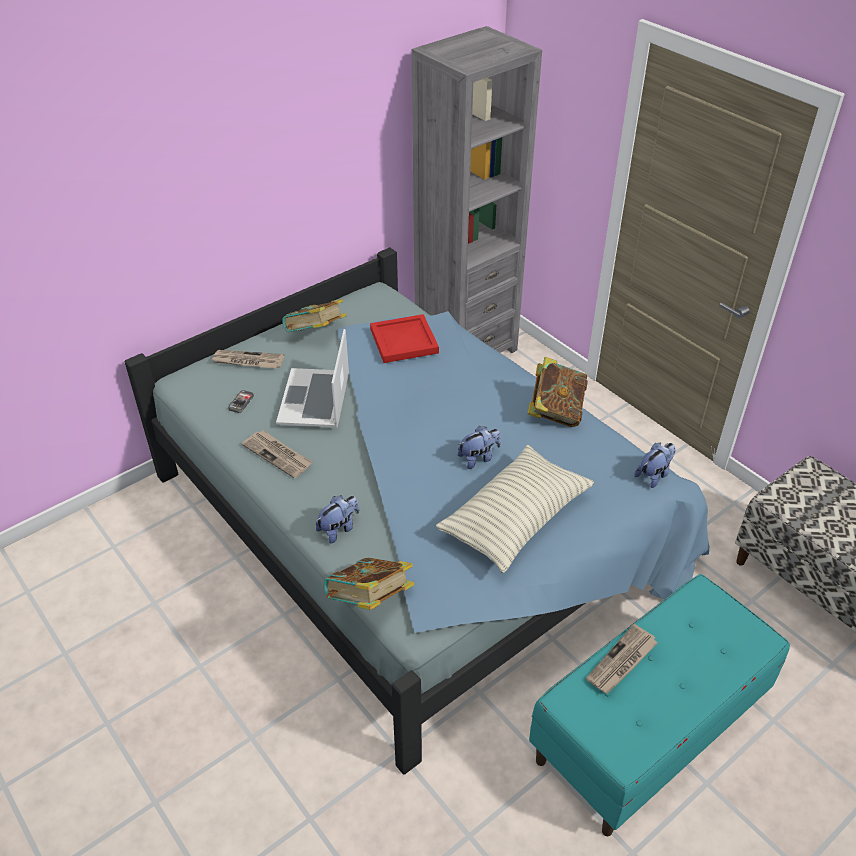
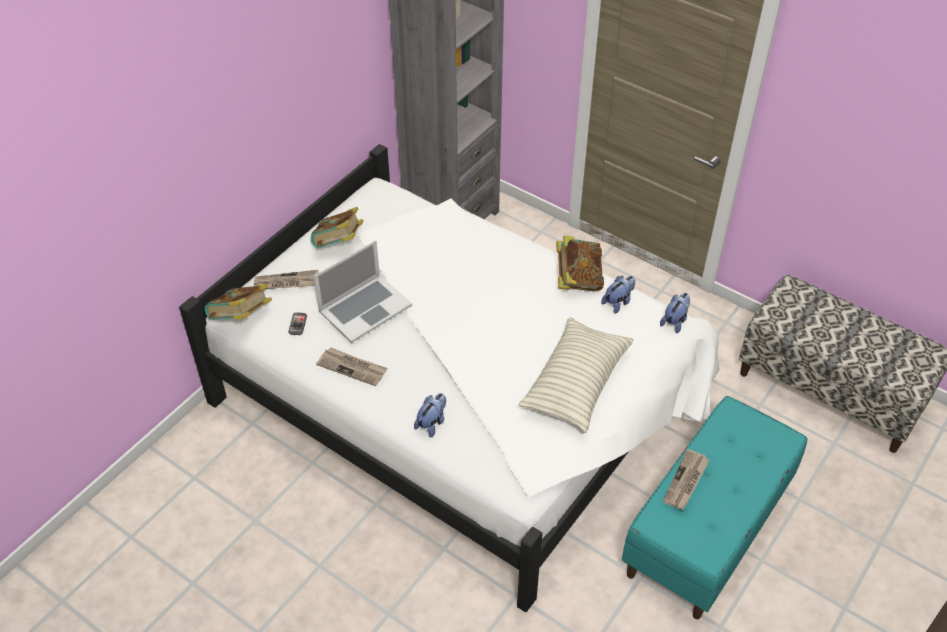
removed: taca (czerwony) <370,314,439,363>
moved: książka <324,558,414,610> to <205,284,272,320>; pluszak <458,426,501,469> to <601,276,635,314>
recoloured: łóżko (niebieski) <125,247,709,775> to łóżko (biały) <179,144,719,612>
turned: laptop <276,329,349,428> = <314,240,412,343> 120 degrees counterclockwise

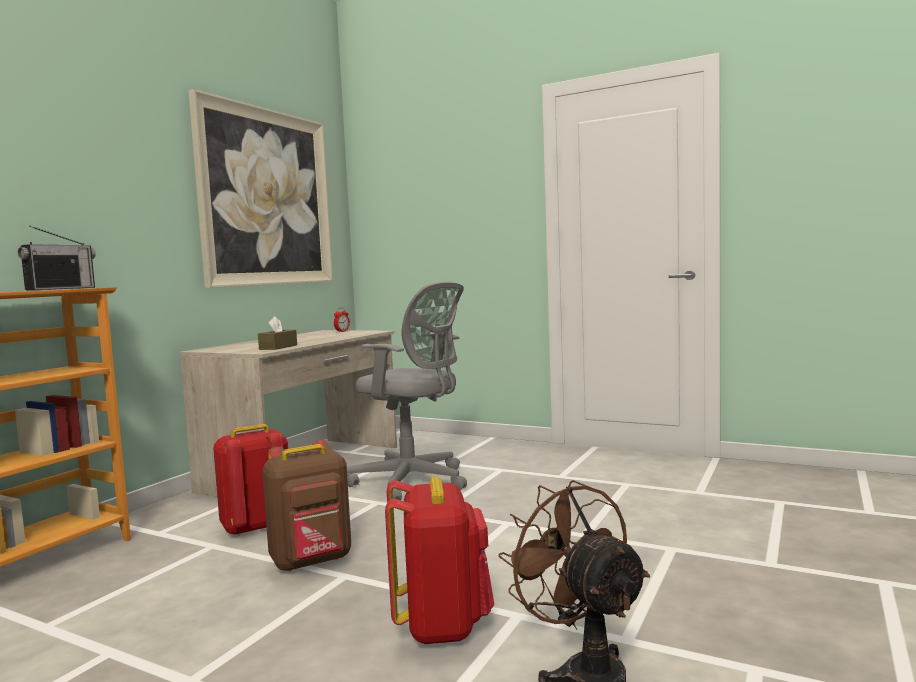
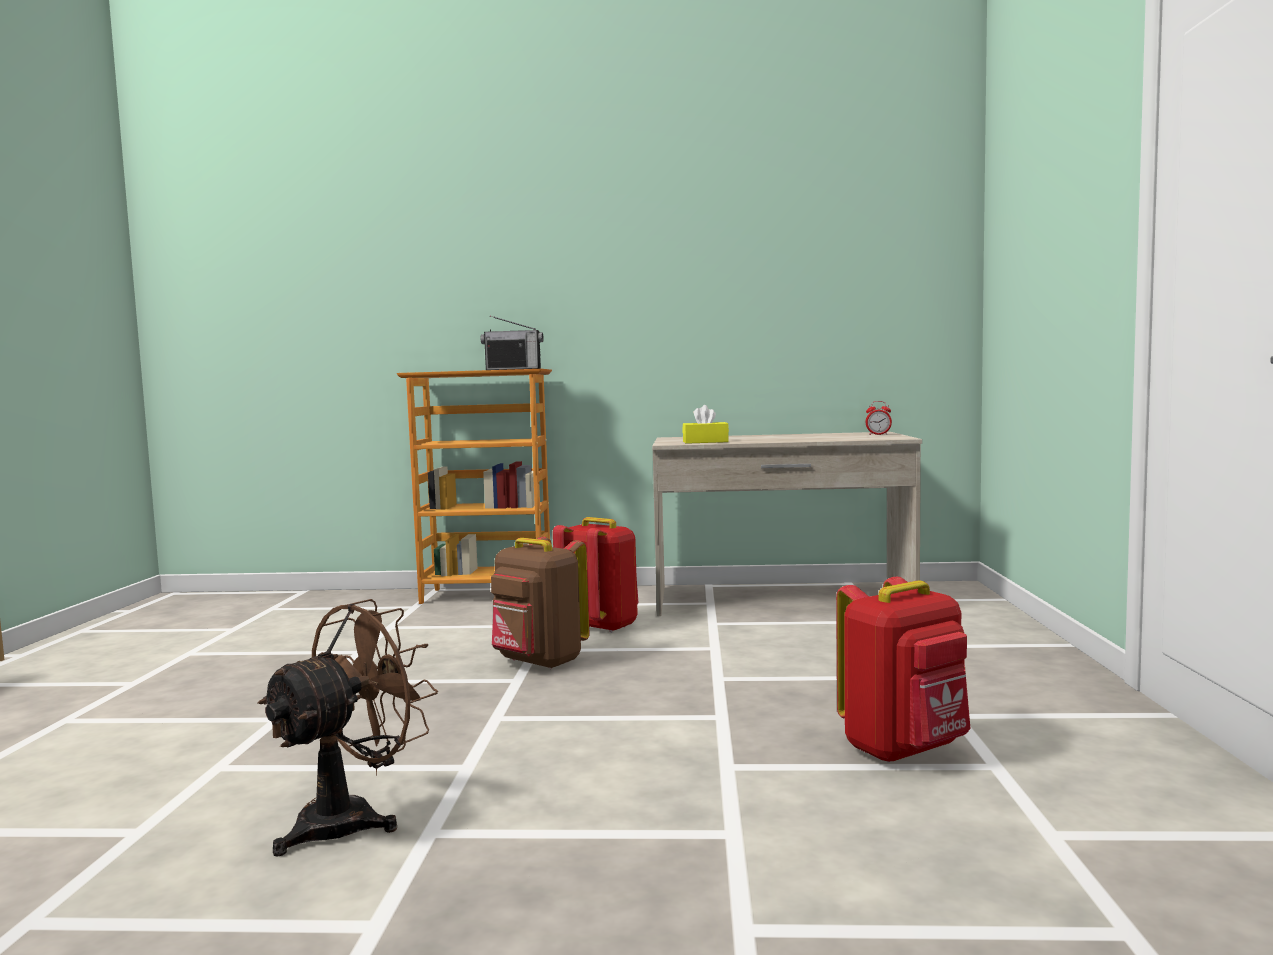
removed: obraz <188,89,333,288>; krzesło biurowe (szary) <347,282,467,500>
moved: plecak (czerwony) <385,477,494,644> to <836,577,971,763>
recoloured: pudełko chusteczek (brązowy) <258,316,297,350> to pudełko chusteczek (żółty) <683,405,729,444>

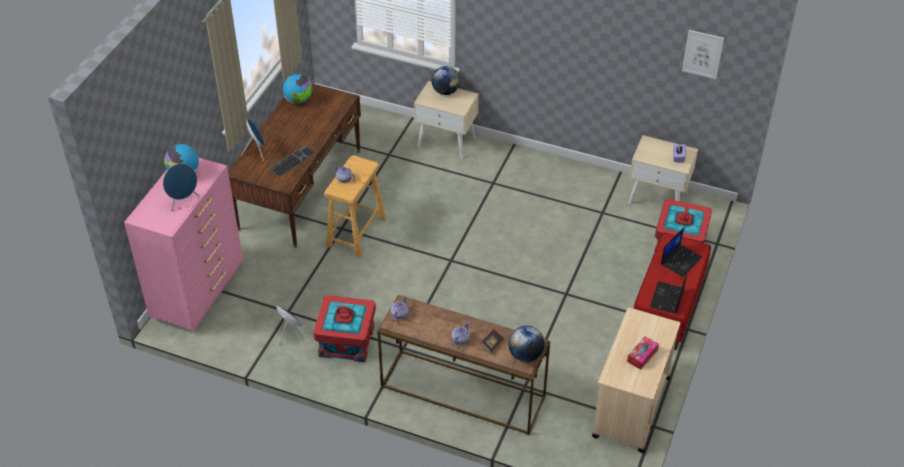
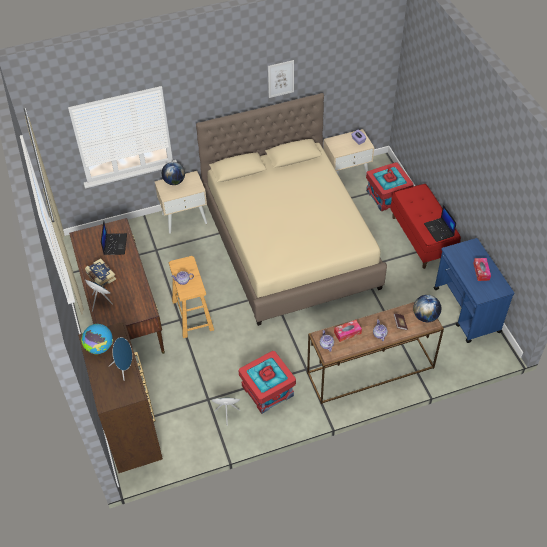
removed: klawiatura <269,145,315,177>; globus <283,74,312,104>
added: książka <85,258,116,287>; łóżko (beżowy) <196,93,387,326>; pudełko chusteczek <334,320,362,342>
moved: laptop <661,227,702,277> to <101,221,127,255>; obraz <682,30,724,79> to <268,60,294,98>
recoloured: komoda (różowy) <124,157,243,331> to komoda (brązowy) <78,322,163,473>; wózek (beżowy) <592,307,680,453> to wózek (niebieski) <434,238,514,343>

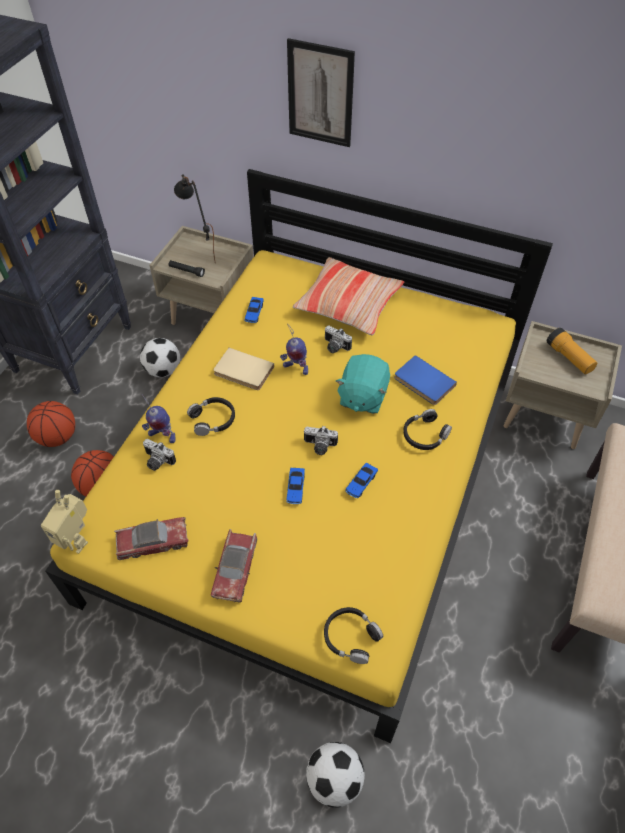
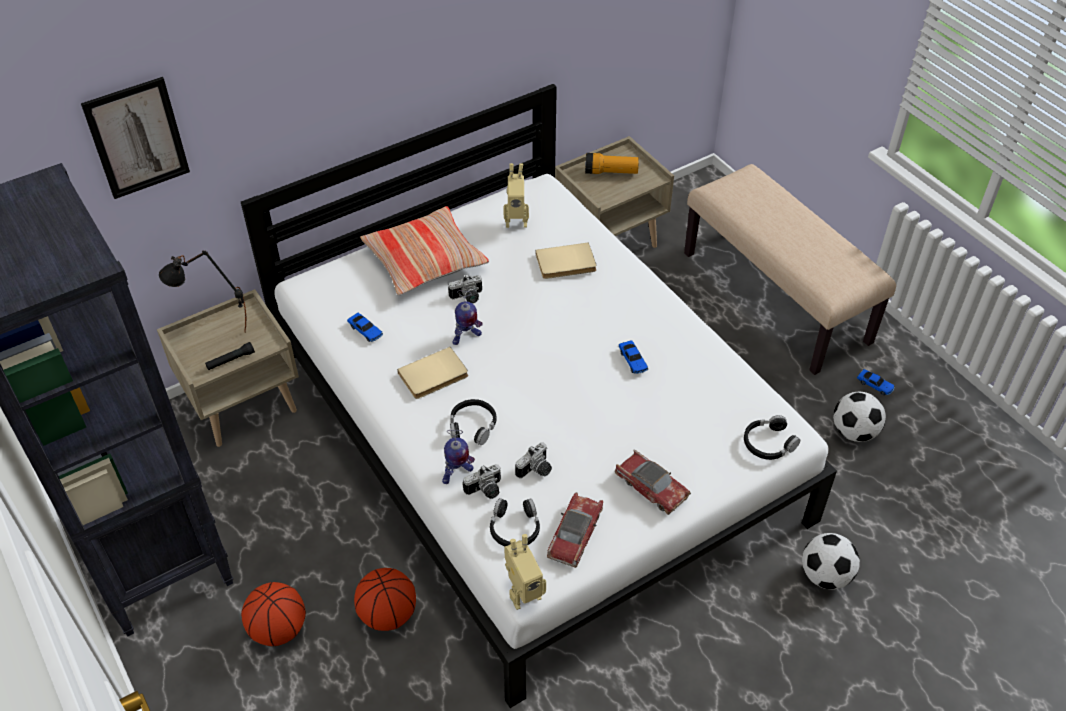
removed: pluszak (turkusowy) <336,354,390,414>
added: robot zabawkowy <503,163,529,228>
moved: piłka futbolowa <140,338,180,377> to <833,392,886,442>; samochodzik <286,468,305,504> to <857,369,894,395>; obraz <287,38,355,147> to <81,77,190,199>; aparat fotograficzny <304,426,338,455> to <515,442,552,478>; słuchawki (czarny) <403,409,452,450> to <490,498,540,546>
recoloured: łóżko (żółty) <45,169,553,743> to łóżko (biały) <241,84,837,708>; książka (niebieski) <394,355,457,405> to książka (beżowy) <535,242,597,279>

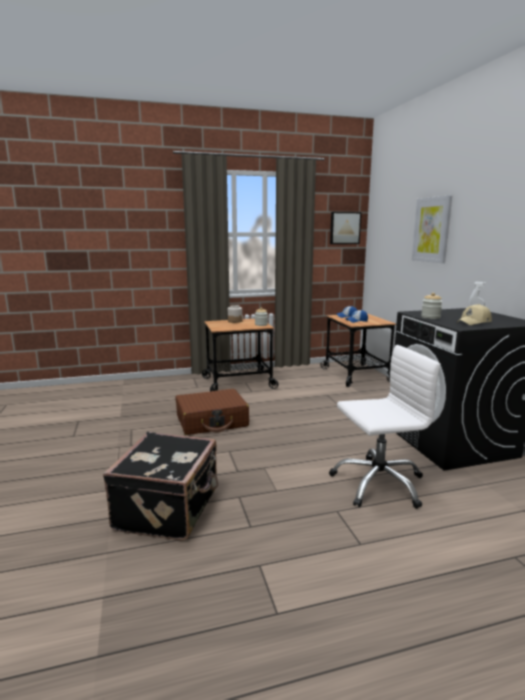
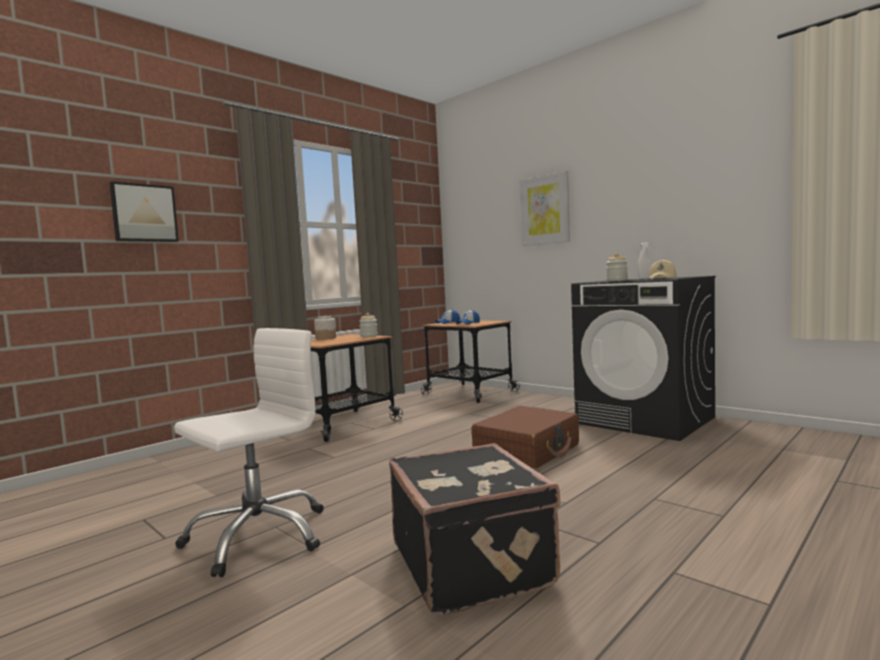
moved: walizka (brązowy) <176,389,249,435> to <471,406,579,469>; krzesło biurowe (biały) <329,345,441,509> to <174,328,324,577>; obraz <330,212,361,244> to <110,181,179,242>

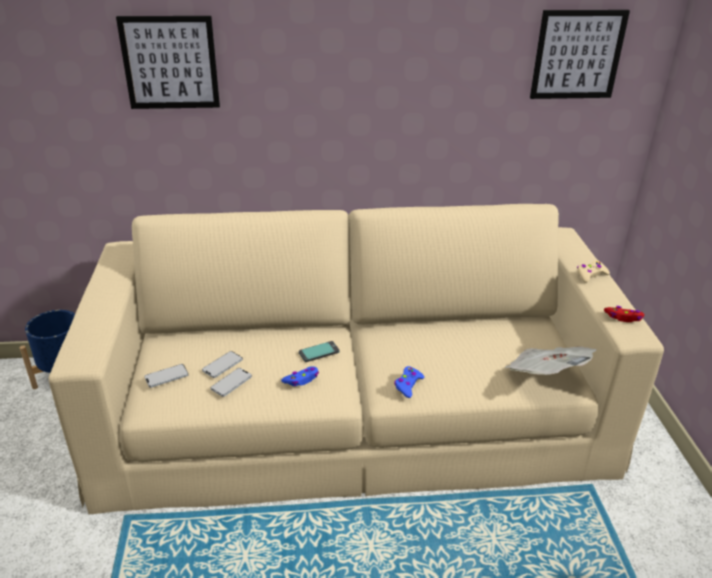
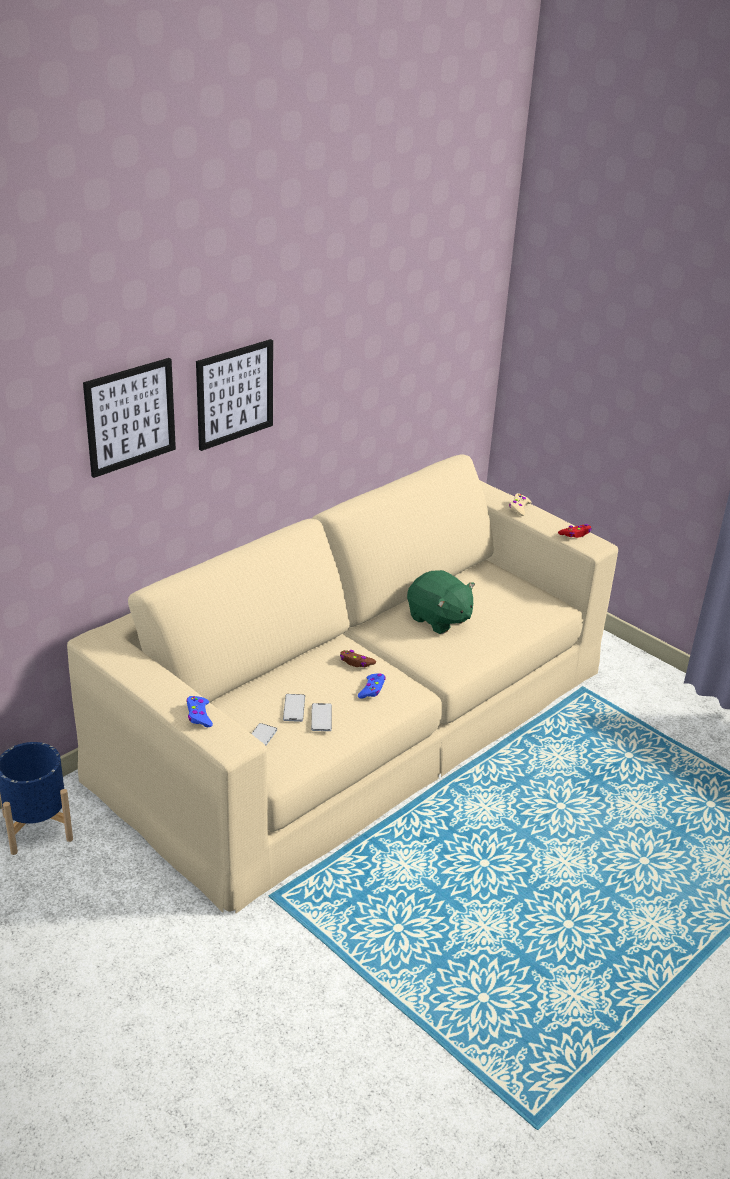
removed: gazeta <504,346,597,375>
added: pluszak (zielony) <407,570,475,634>
moved: pad do gier (niebieski) <394,366,424,398> to <187,696,213,727>; obraz <530,10,630,99> to <196,339,273,451>
replaced: telefon <299,341,340,362> to pad do gier (brązowy) <340,650,376,667>

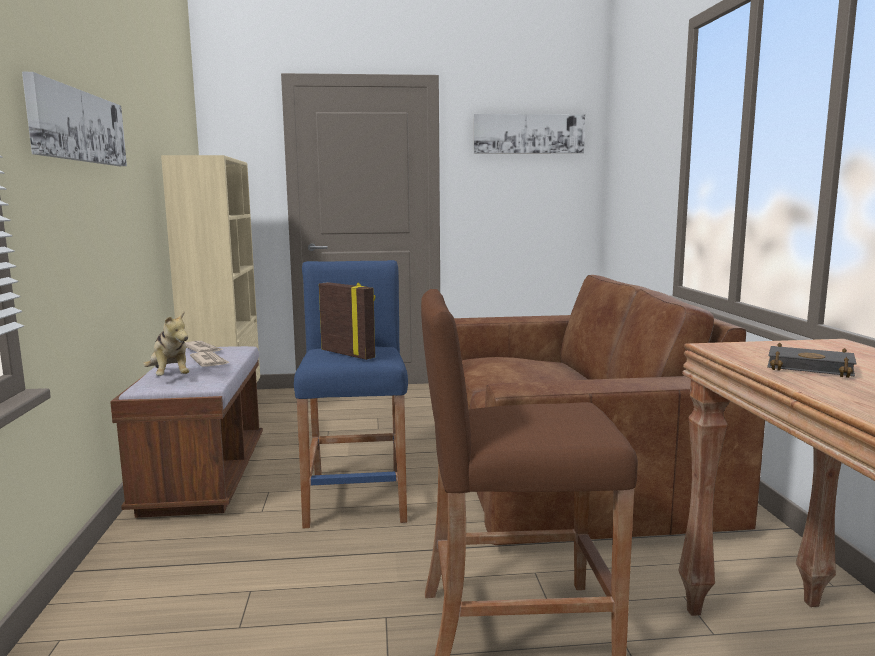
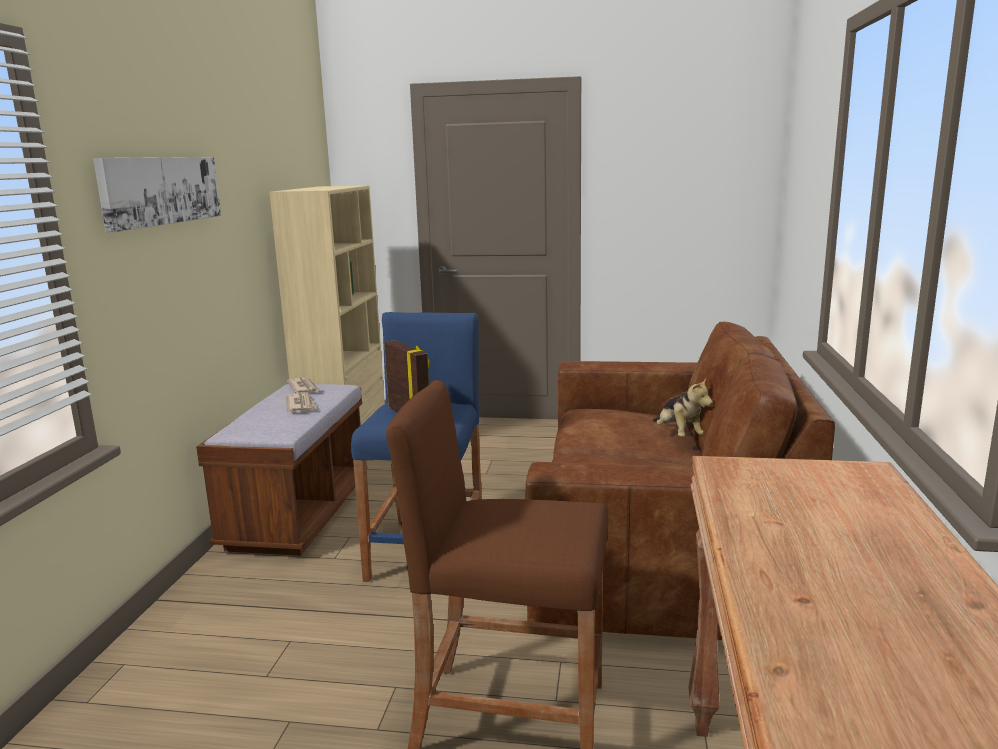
removed: obraz <474,114,585,153>; książka (czarny) <767,343,857,378>
moved: pluszak <143,312,189,376> to <653,378,713,437>

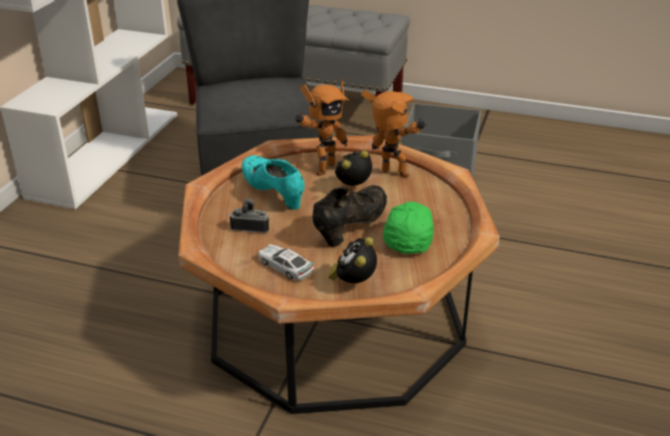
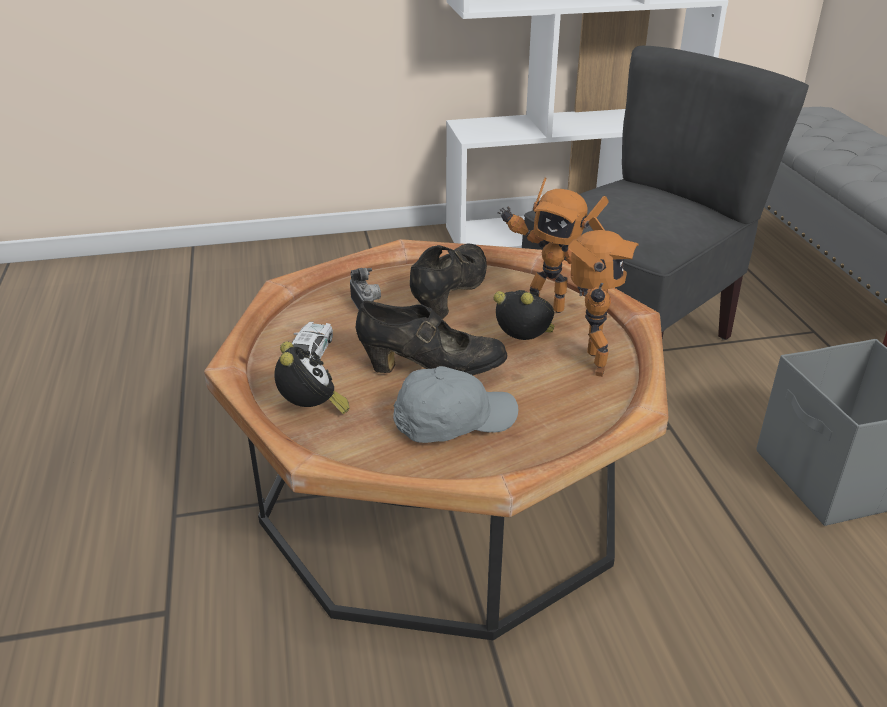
recoloured: but (turkusowy) <242,155,305,210> to but (czarny) <410,243,487,319>; czapka z daszkiem (zielony) <383,201,434,254> to czapka z daszkiem (szary) <393,366,518,443>
turned: budzik <328,237,377,283> = <274,341,350,414> 90 degrees clockwise

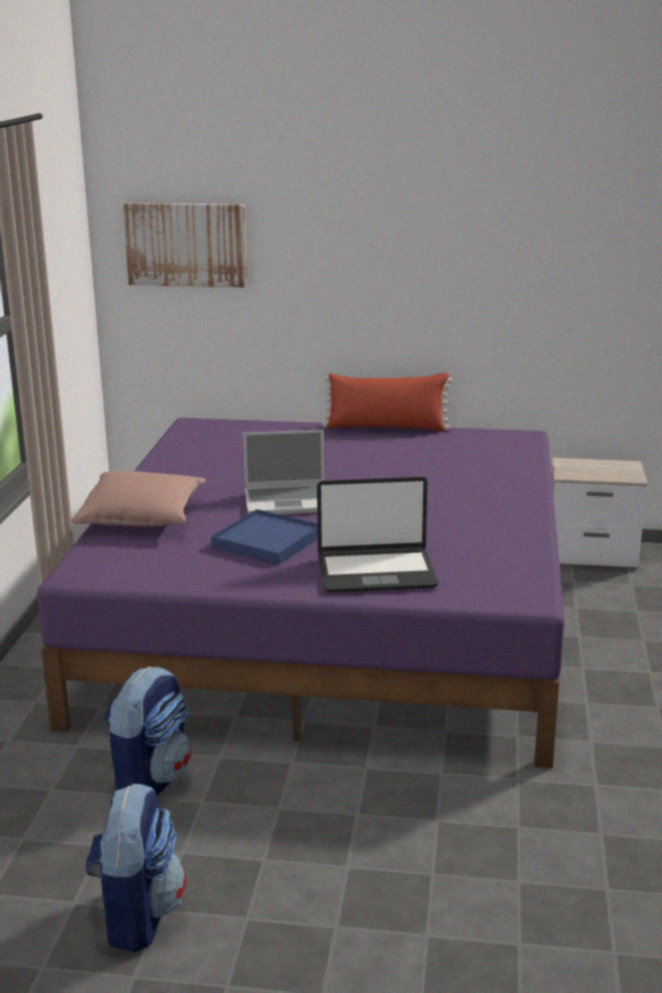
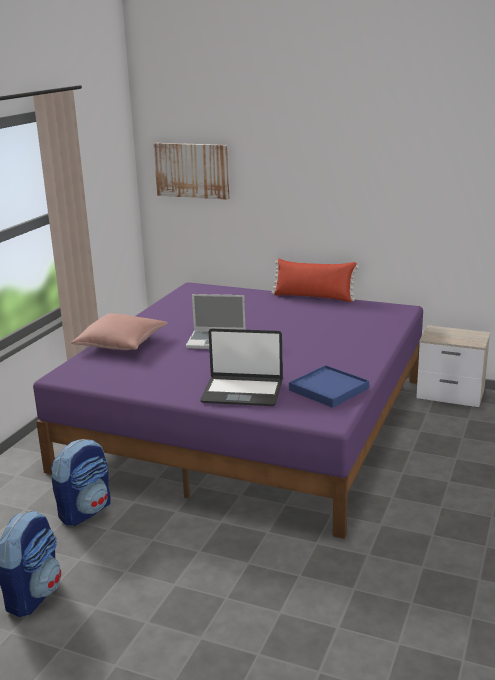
moved: taca (niebieski) <211,509,318,565> to <289,365,369,408>

